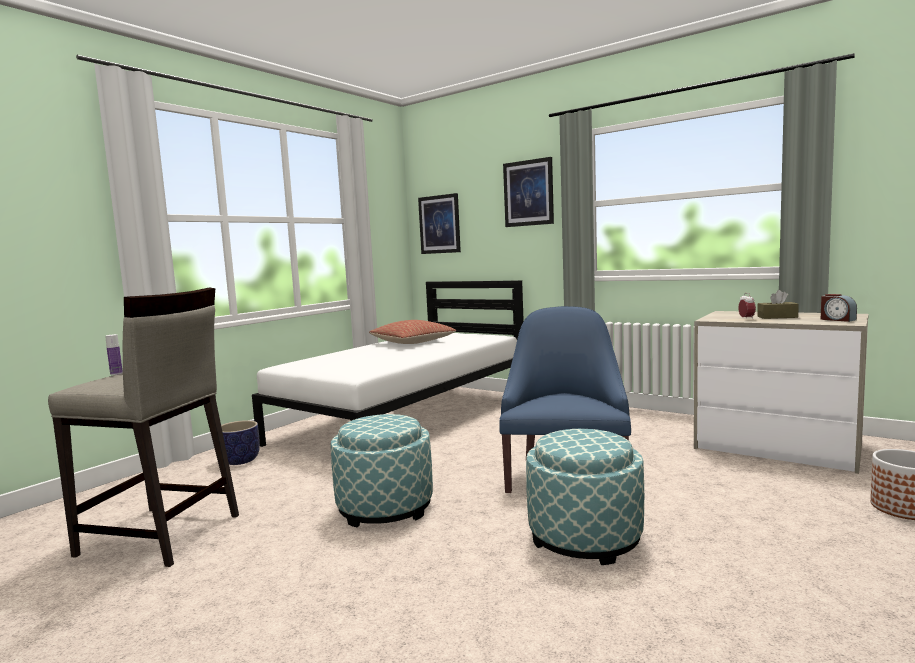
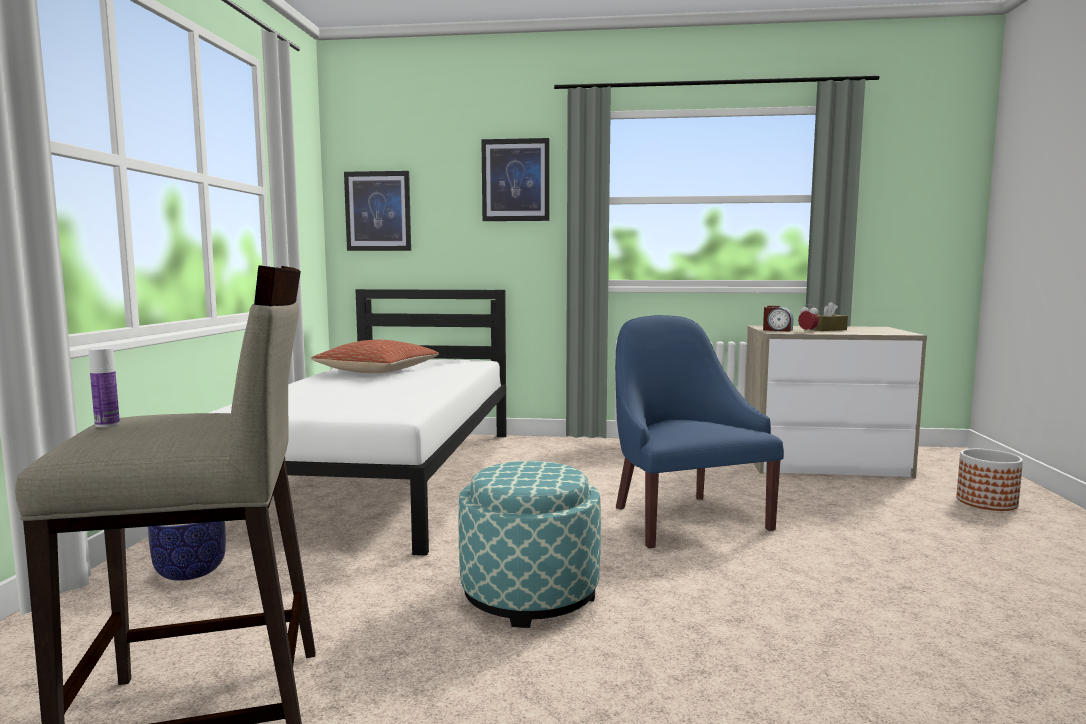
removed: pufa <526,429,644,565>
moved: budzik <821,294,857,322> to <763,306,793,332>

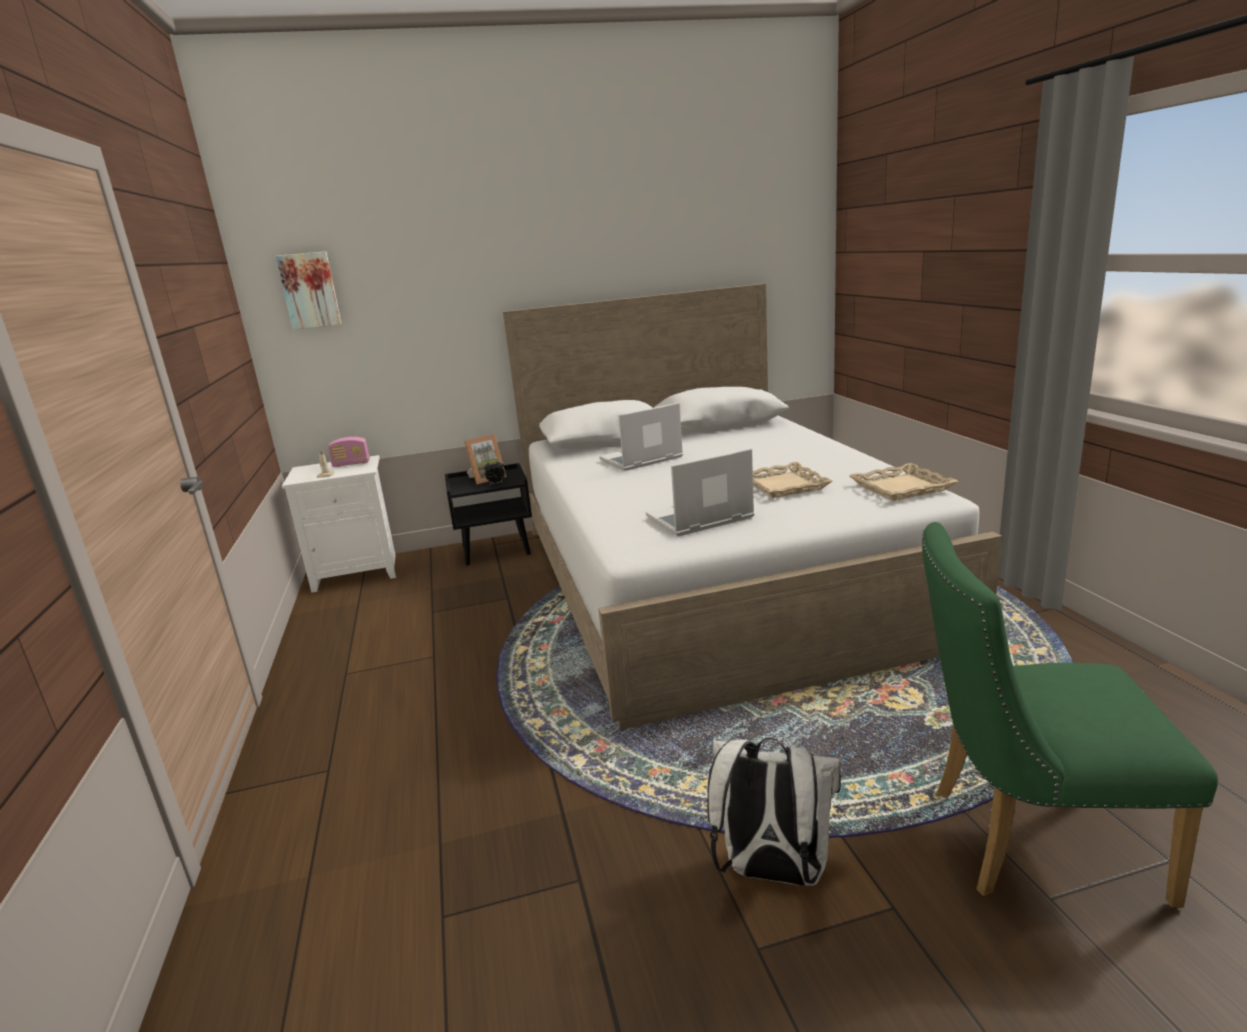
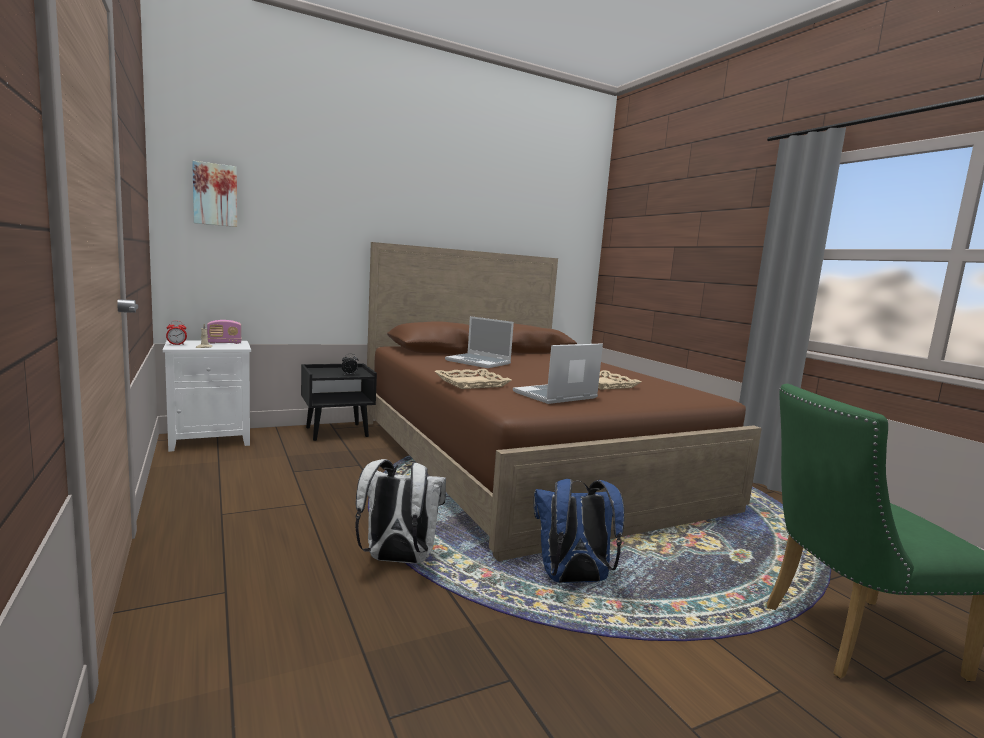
removed: ramka na zdjęcie <464,434,506,484>
added: budzik <166,321,187,345>; plecak (niebieski) <534,479,625,583>
moved: plecak (biały) <707,738,841,886> to <355,459,446,563>; taca (beżowy) <849,463,958,501> to <434,369,512,389>
recoloured: łóżko (biały) <503,284,1002,730> to łóżko (brązowy) <367,242,762,561>
turned: laptop <599,403,683,471> = <445,316,514,368> 105 degrees counterclockwise

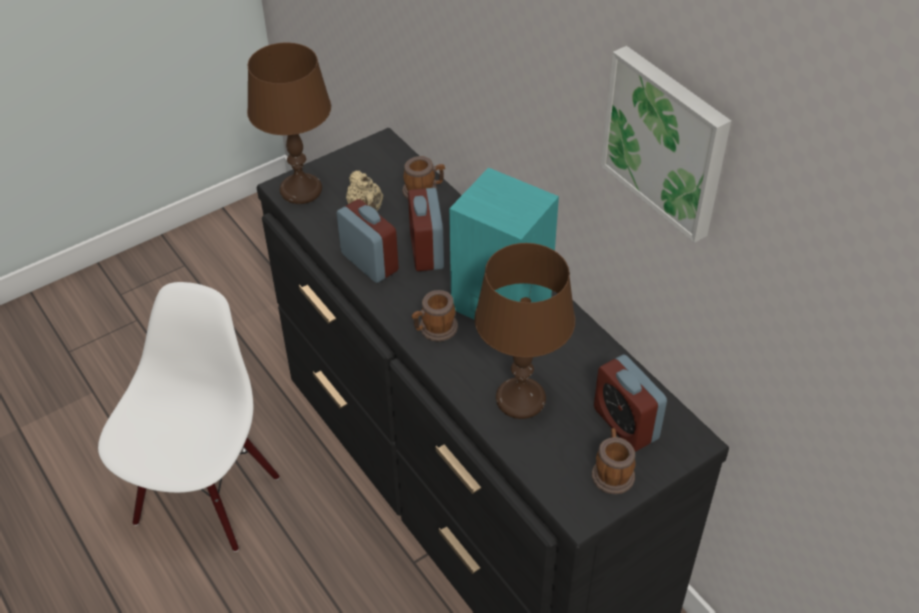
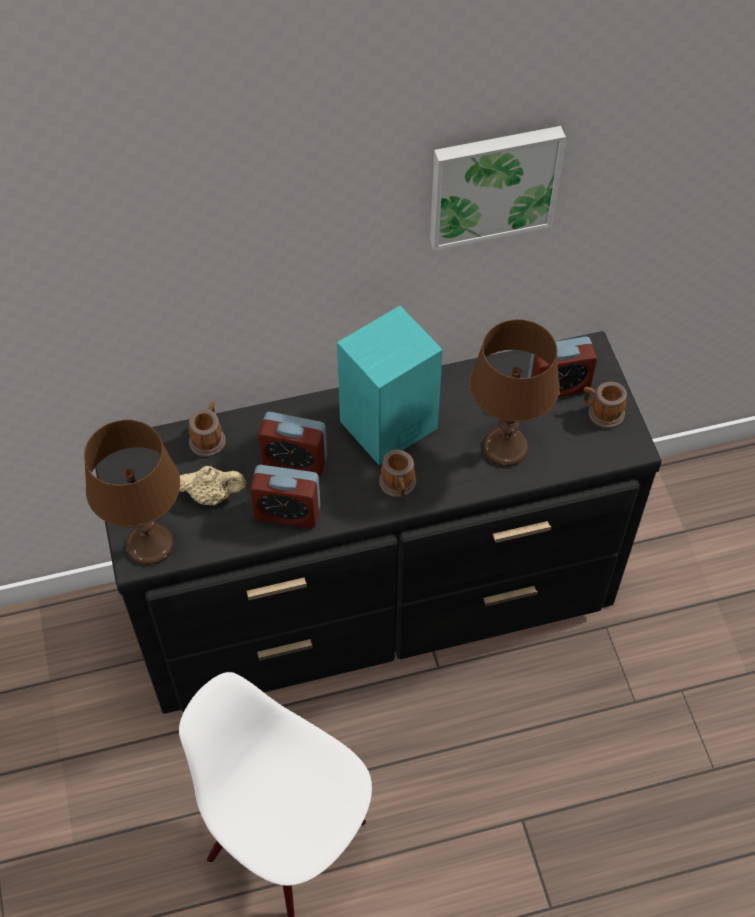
turned: budzik <336,199,399,283> = <250,465,320,528> 150 degrees counterclockwise

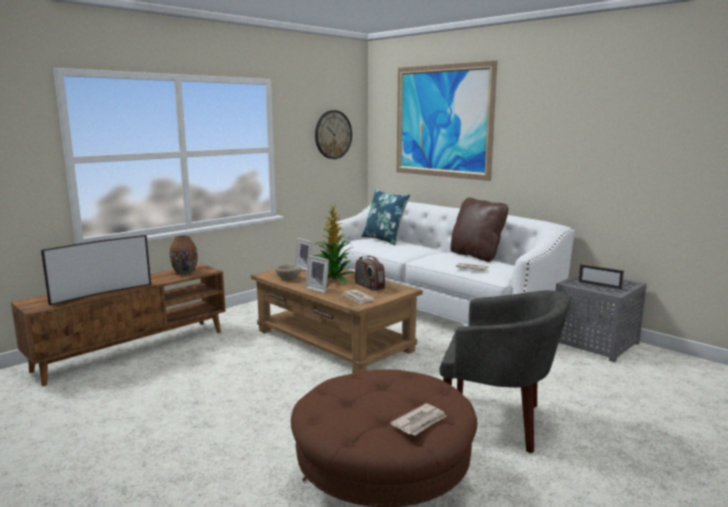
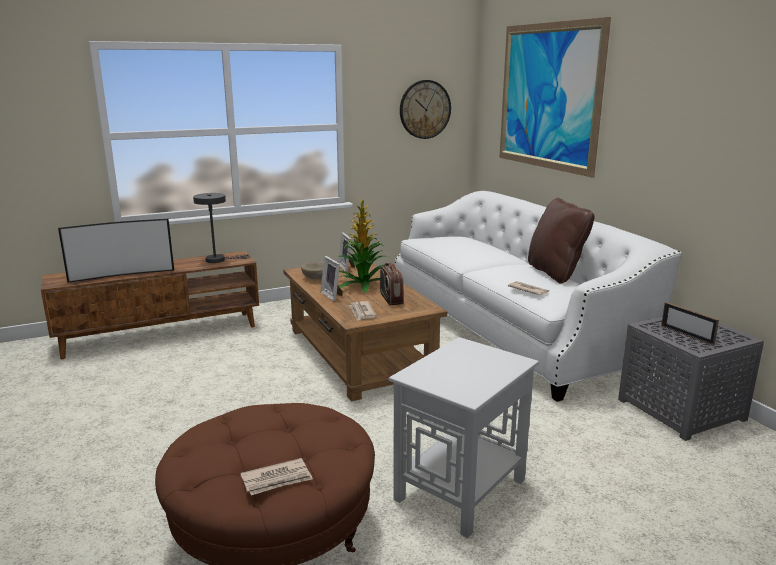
removed: poduszka (niebieski) <361,189,410,245>
replaced: wazon (brązowy) <170,235,198,275> to lampa stołowa (szary) <193,193,249,263>; fotel (szary) <439,290,570,454> to stolik (biały) <389,337,539,538>

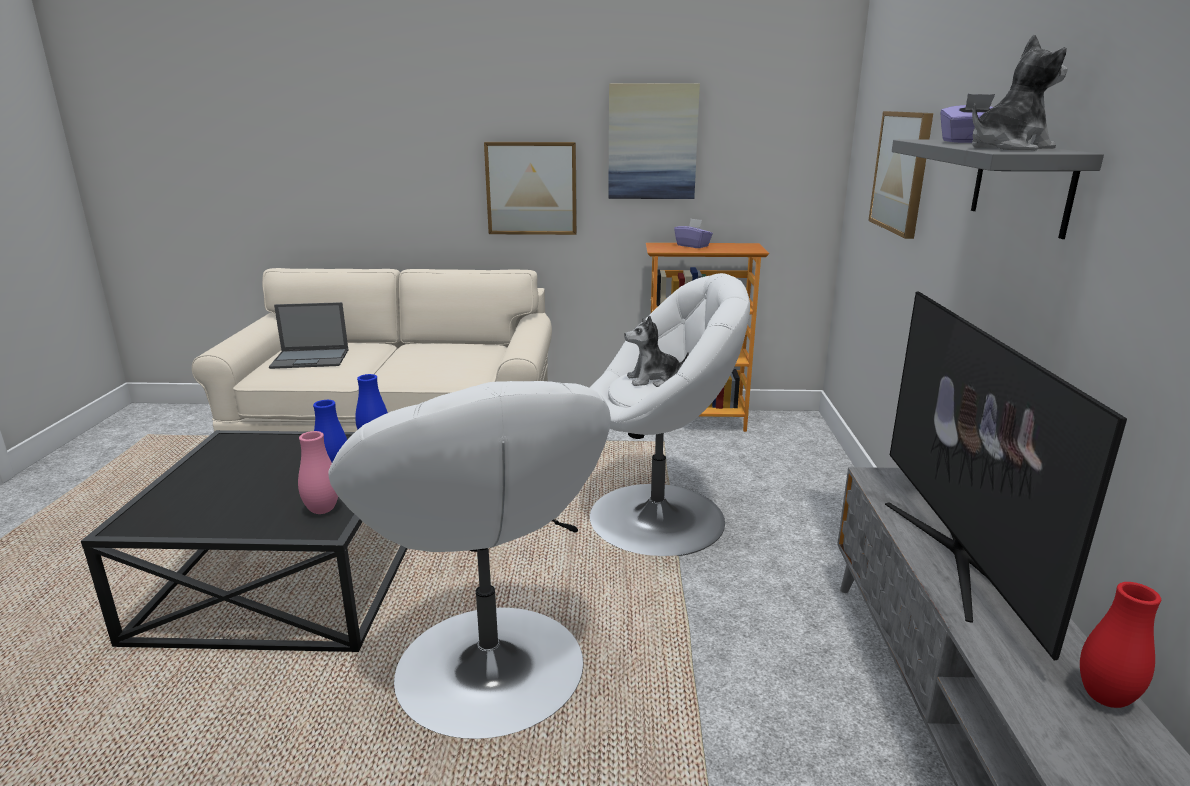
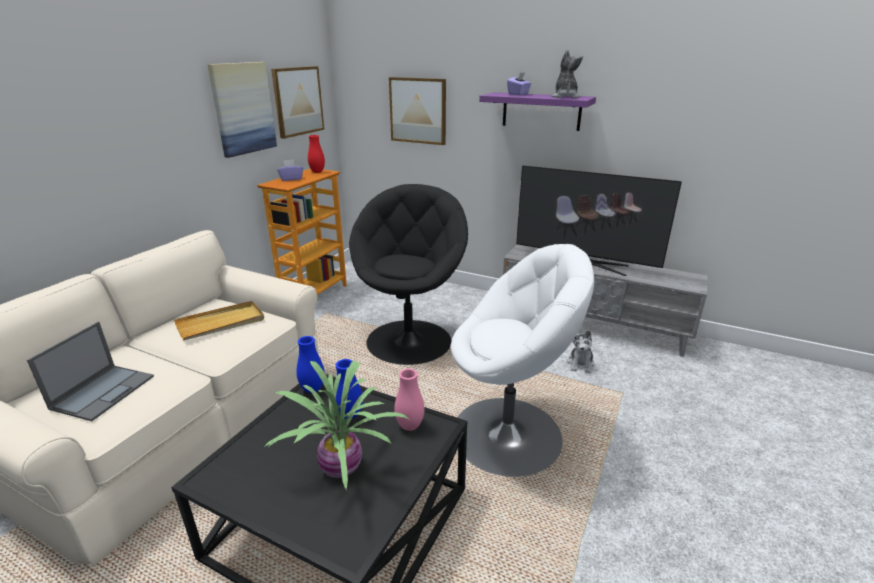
added: taca (beżowy) <174,301,264,340>; roślina doniczkowa <264,360,409,490>
moved: obraz <484,142,577,235> to <271,66,324,139>; pluszak <624,315,689,387> to <567,331,595,373>; wazon (czerwony) <1080,582,1161,708> to <308,135,325,173>
recoloured: fotel (biały) <590,273,750,556> to fotel (czarny) <349,184,468,365>; półka (szary) <892,139,1104,239> to półka (fioletowy) <479,92,596,131>

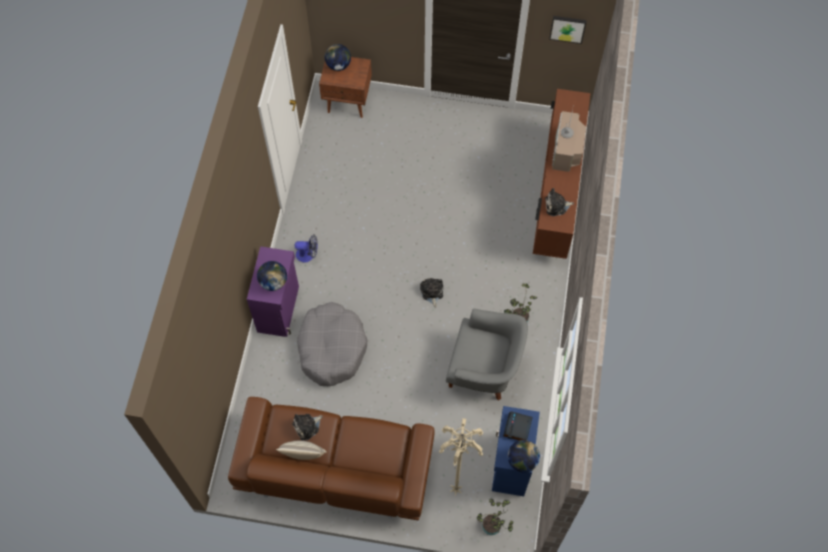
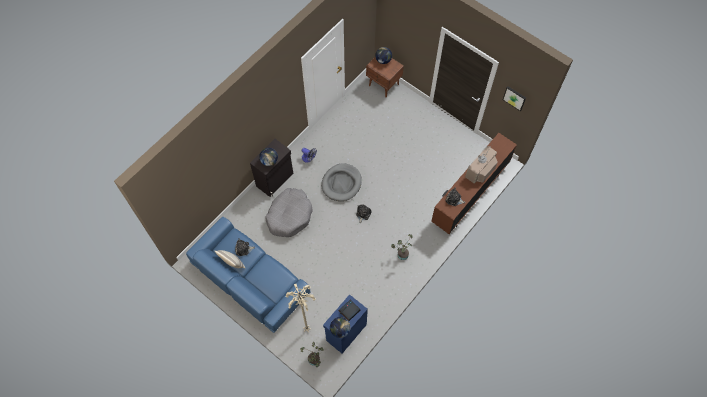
removed: fotel (szary) <446,309,528,401>
added: legowisko (szary) <321,163,362,201>
recoloured: kanapa (brązowy) <228,397,435,520> to kanapa (niebieski) <186,217,310,333>; szafka (fioletowy) <247,246,299,337> to szafka (czarny) <250,139,293,197>

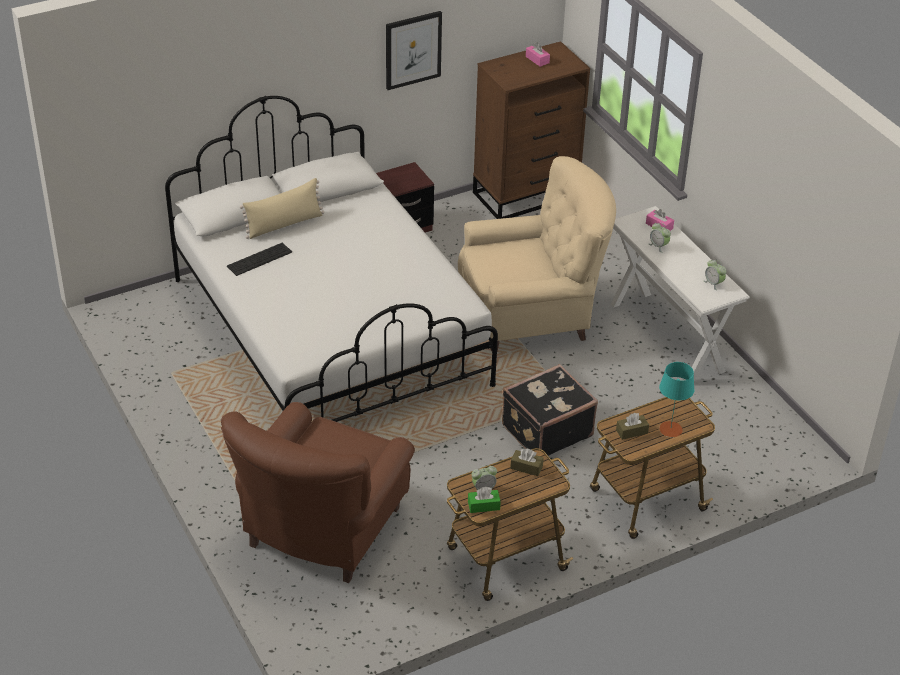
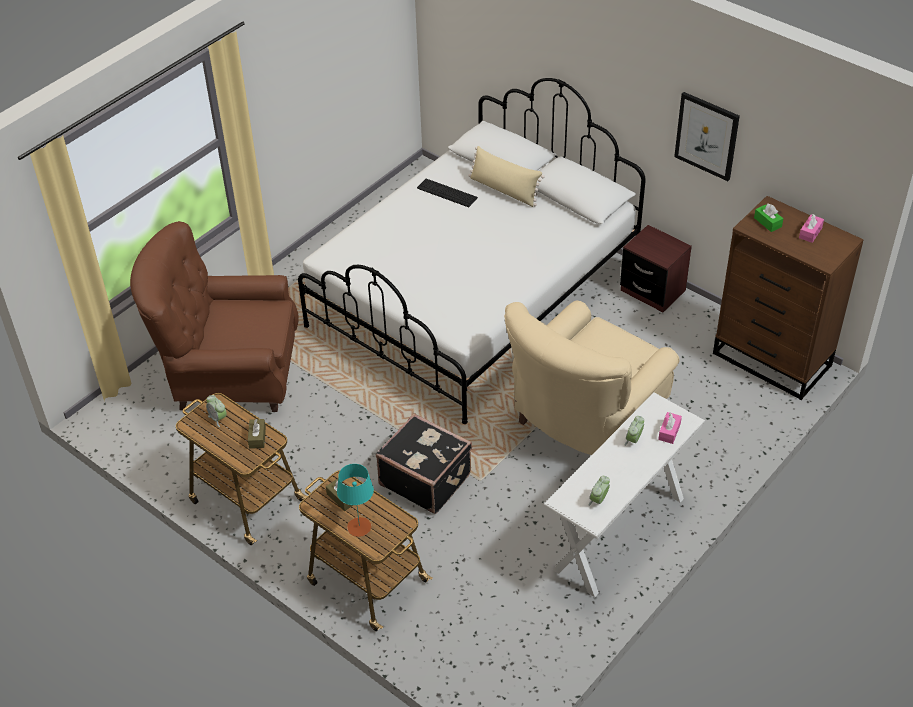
moved: pudełko chusteczek (zielony) <468,487,501,513> to <754,204,783,232>
turned: fotel (beżowy) <458,156,616,352> = <504,301,680,455> 75 degrees clockwise

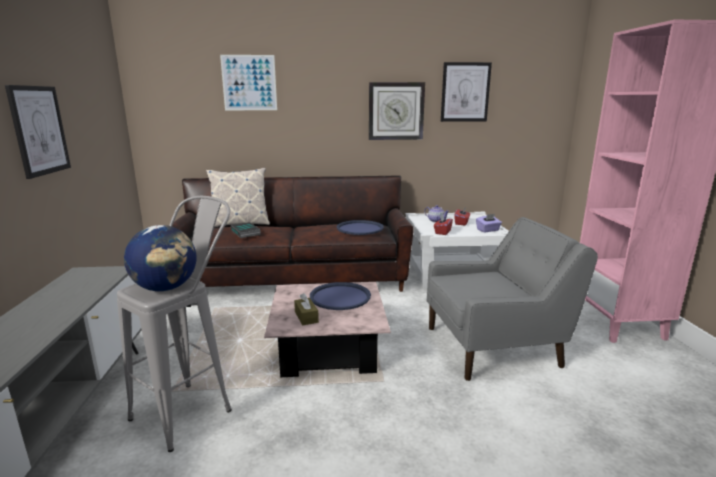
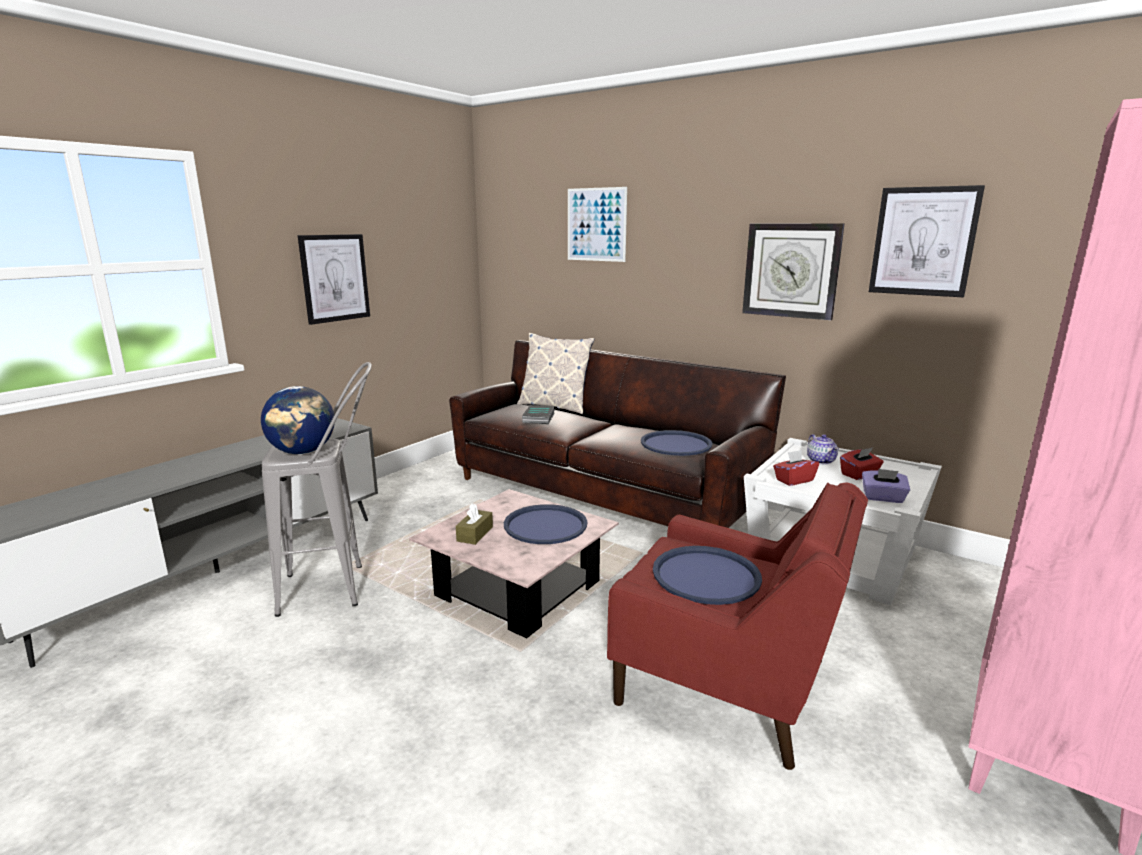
added: taca (niebieski) <653,546,762,605>
recoloured: fotel (szary) <427,217,598,381> to fotel (czerwony) <607,482,868,770>

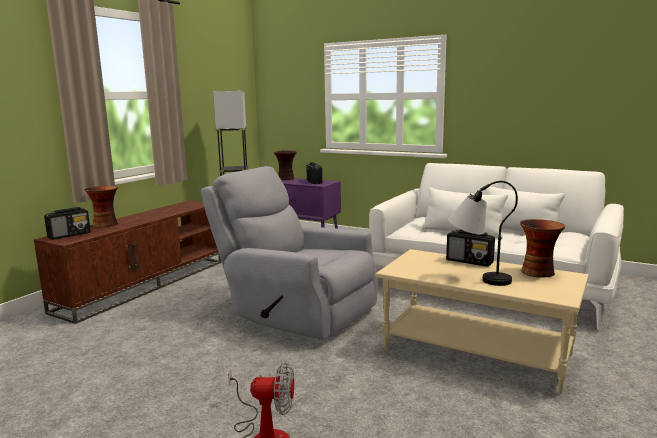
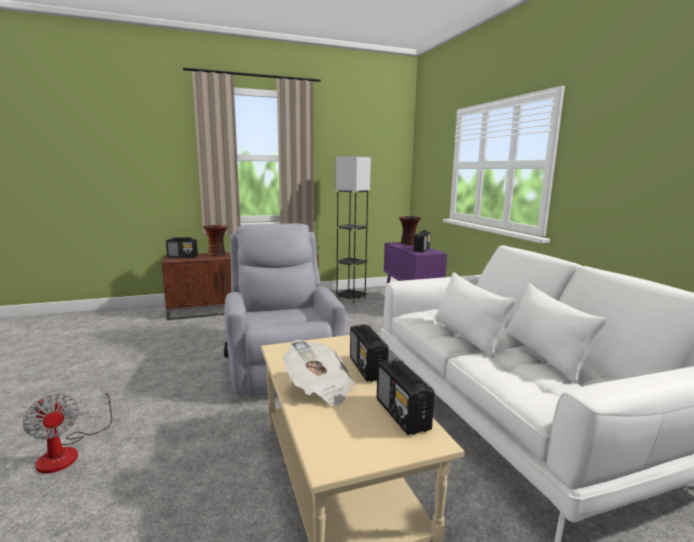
replaced: lampa stołowa <448,181,518,286> to gazeta <283,340,355,407>; wazon <520,219,565,278> to radio <377,359,434,435>

